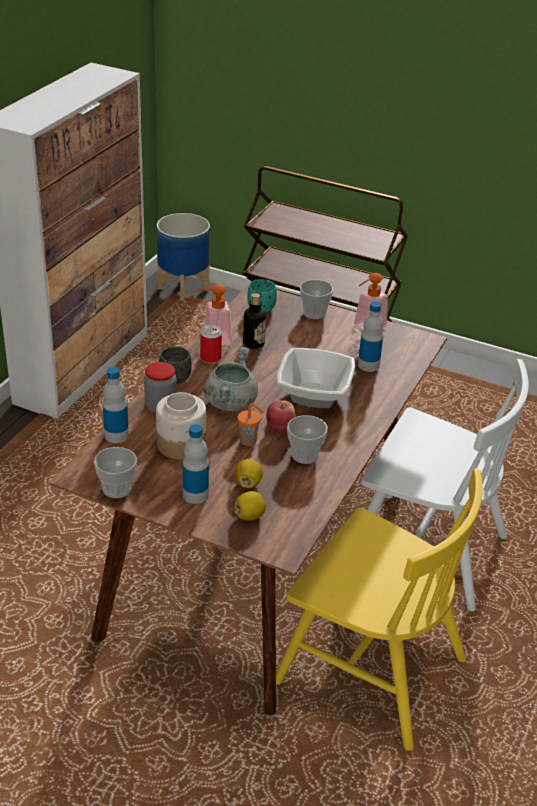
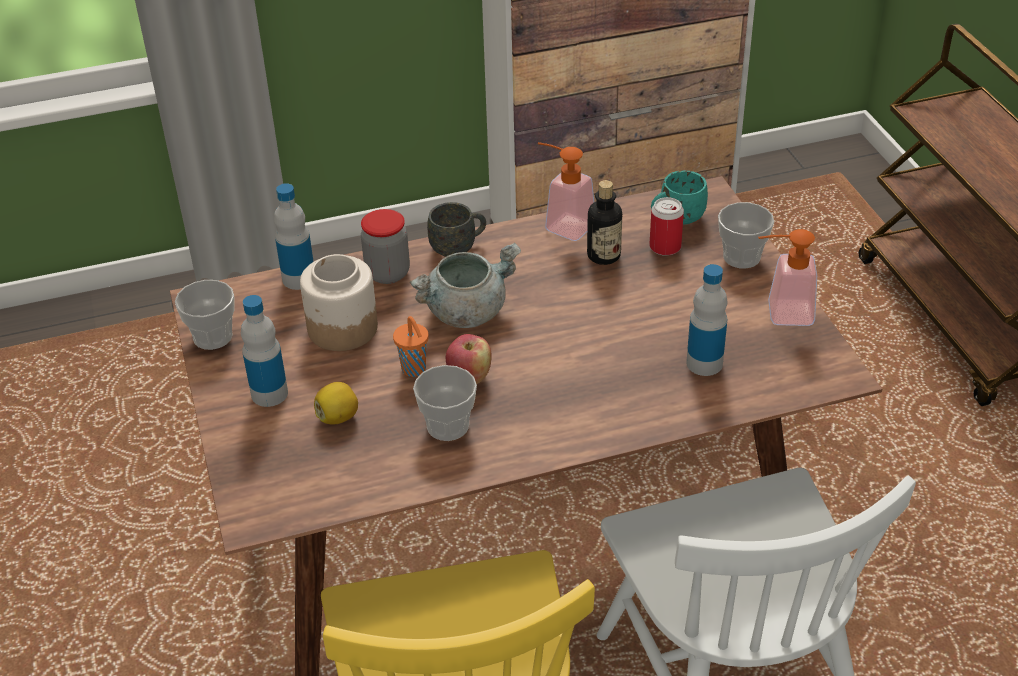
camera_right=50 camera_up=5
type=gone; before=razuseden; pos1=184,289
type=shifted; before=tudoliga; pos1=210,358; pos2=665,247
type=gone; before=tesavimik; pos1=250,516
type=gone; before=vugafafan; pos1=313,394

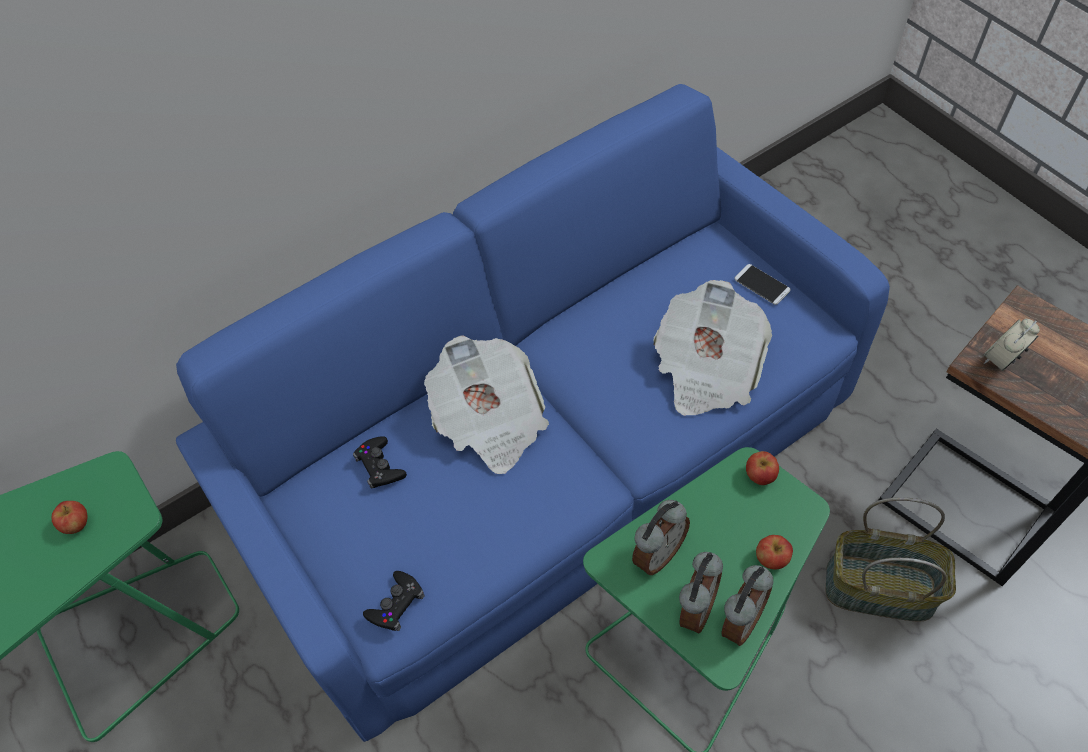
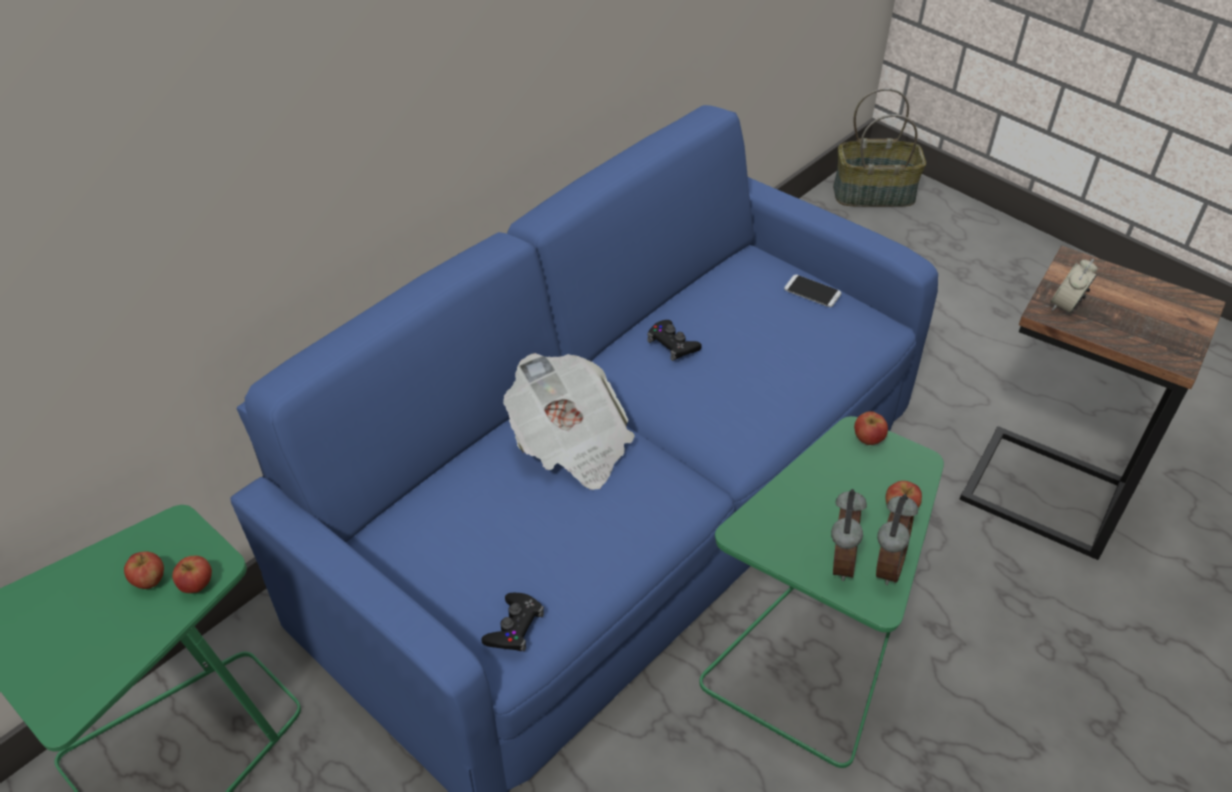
camera_right=-15 camera_up=-10
type=shifted; before=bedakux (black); pos1=380,466; pos2=672,344
type=gone; before=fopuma; pos1=657,553
type=gone; before=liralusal; pos1=706,369
type=shifted; before=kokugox; pos1=880,587; pos2=874,193
type=new; after=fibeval; pos2=197,585

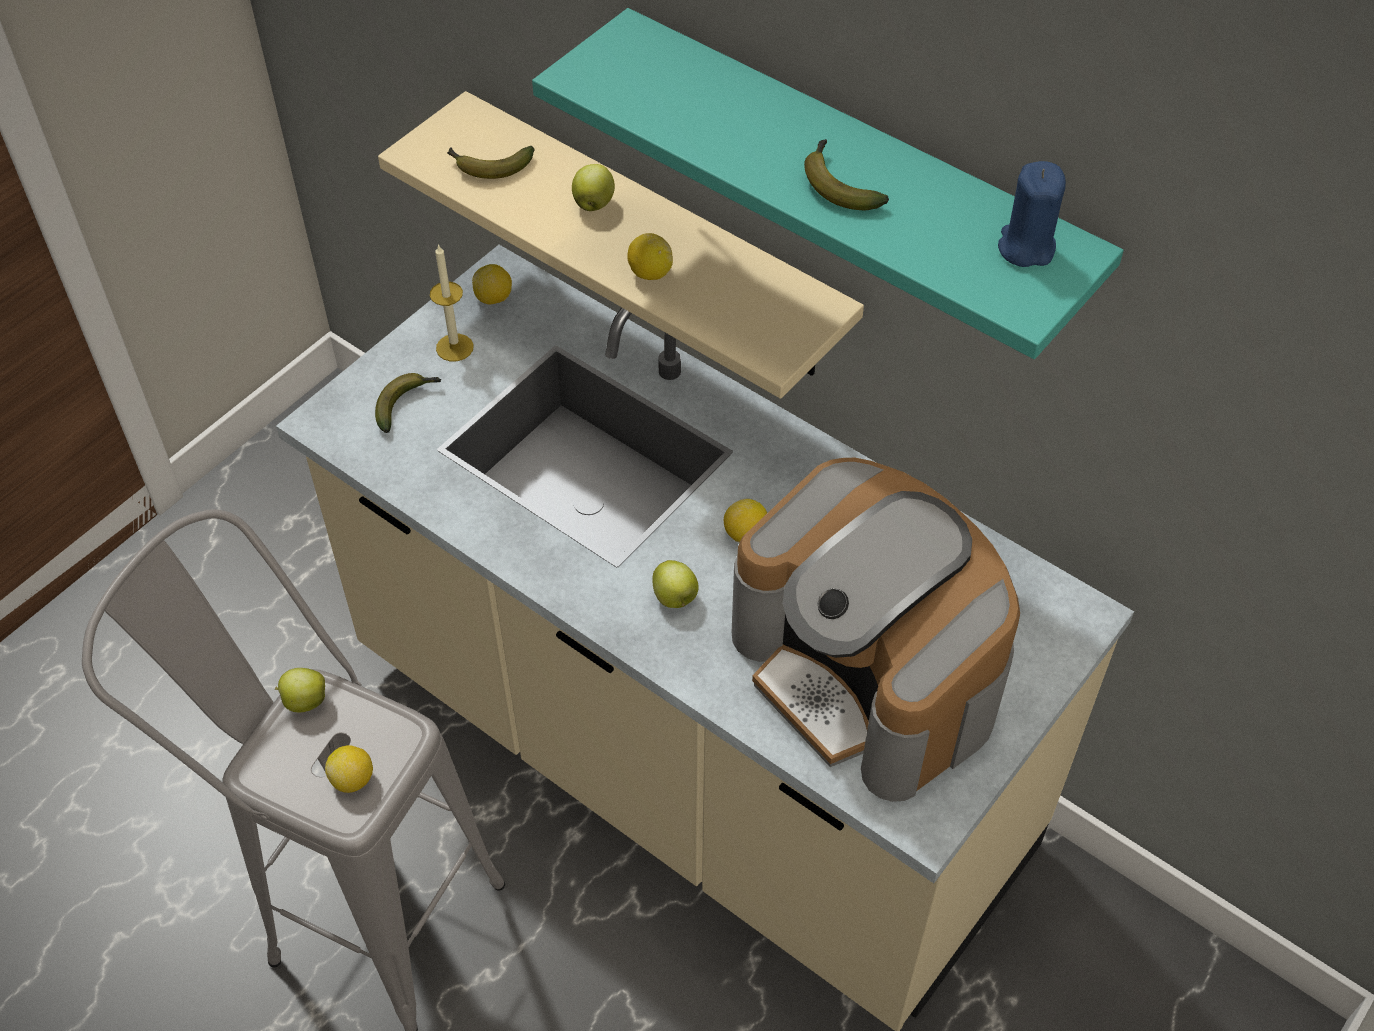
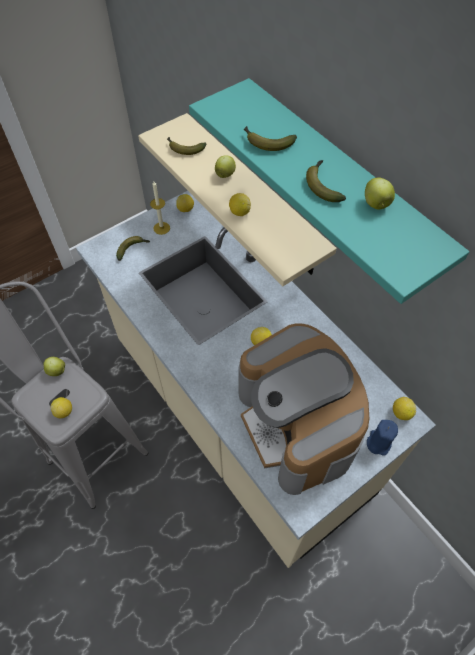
camera_right=15 camera_up=5
type=shifted; before=fibeval; pos1=675,598; pos2=376,205
type=shifted; before=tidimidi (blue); pos1=1026,247; pos2=378,443
type=new; after=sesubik; pos2=266,143
type=new; after=tesavimik; pos2=401,413

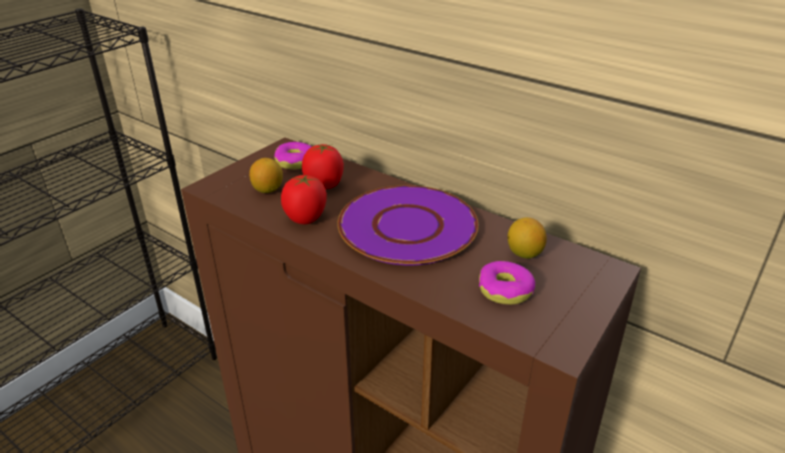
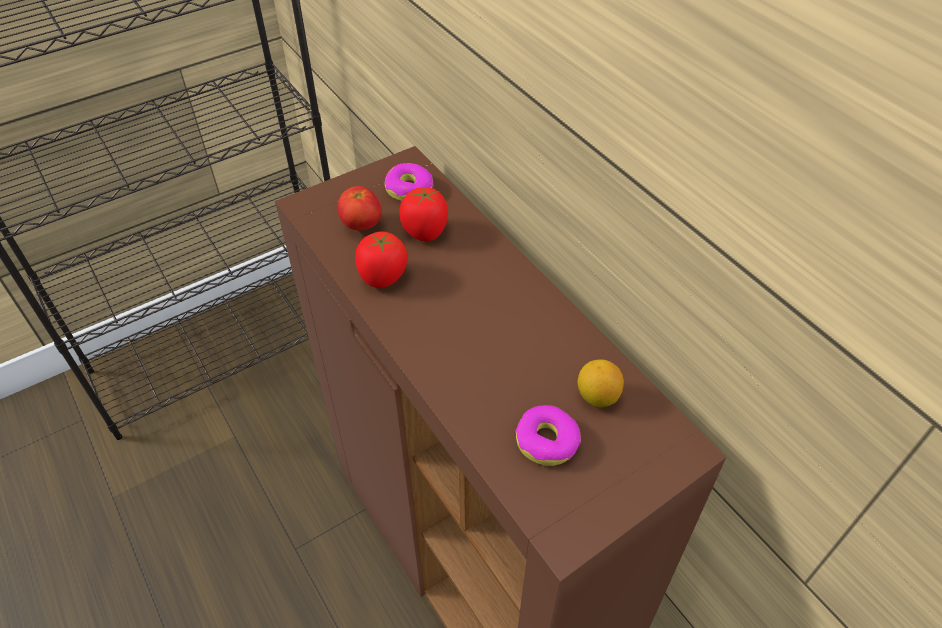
camera_right=20 camera_up=15
type=swapped; before=tesavimik; after=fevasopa; pos1=268,189; pos2=361,225
type=gone; before=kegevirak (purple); pos1=408,226

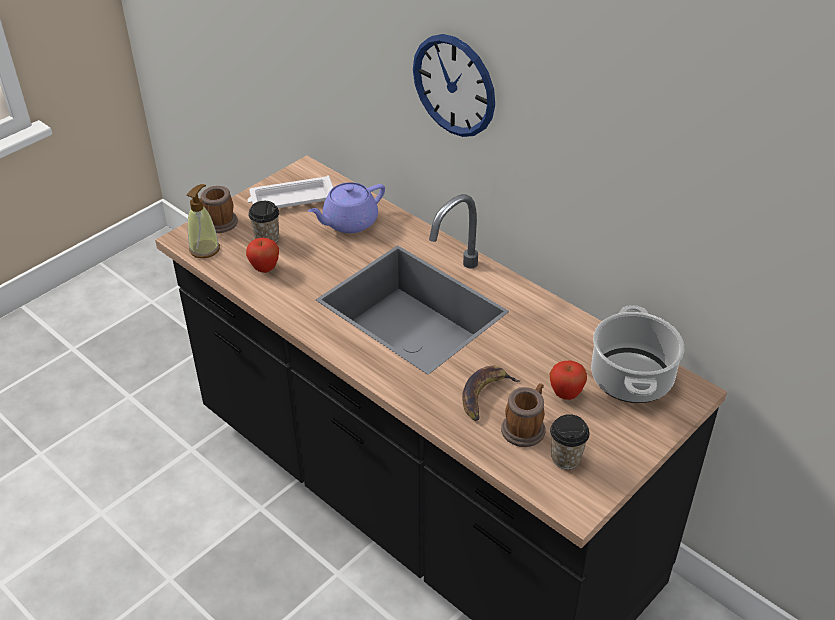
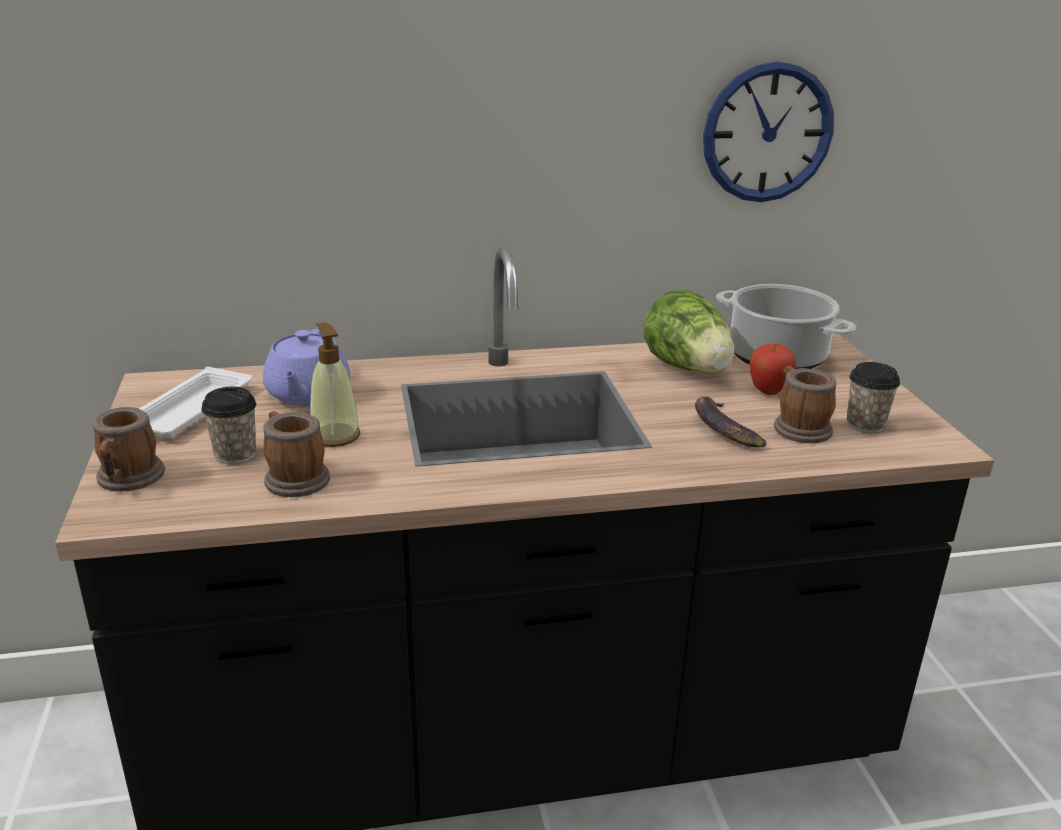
camera_right=-55 camera_up=-15
type=shifted; before=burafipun; pos1=205,249; pos2=335,436
type=swapped; before=fibeval; after=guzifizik; pos1=264,269; pos2=293,478
type=shifted; before=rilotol; pos1=454,85; pos2=767,133
type=new; after=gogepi; pos2=688,369

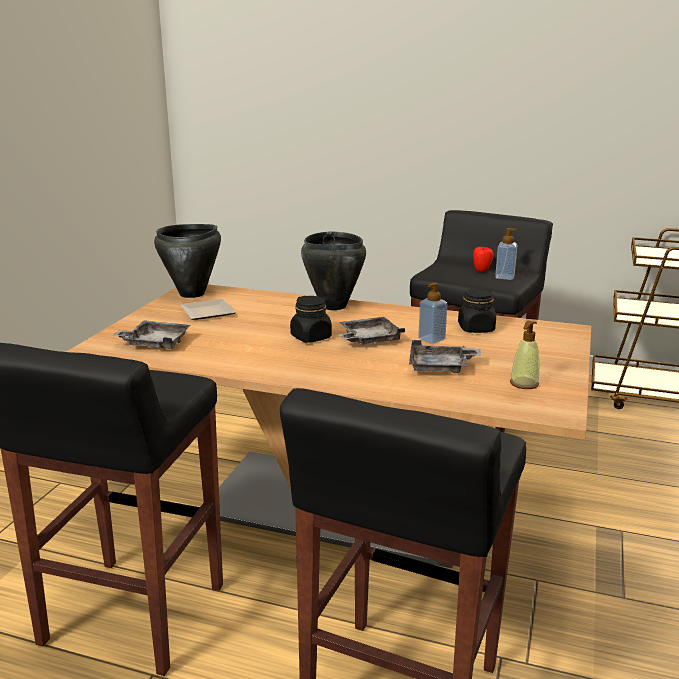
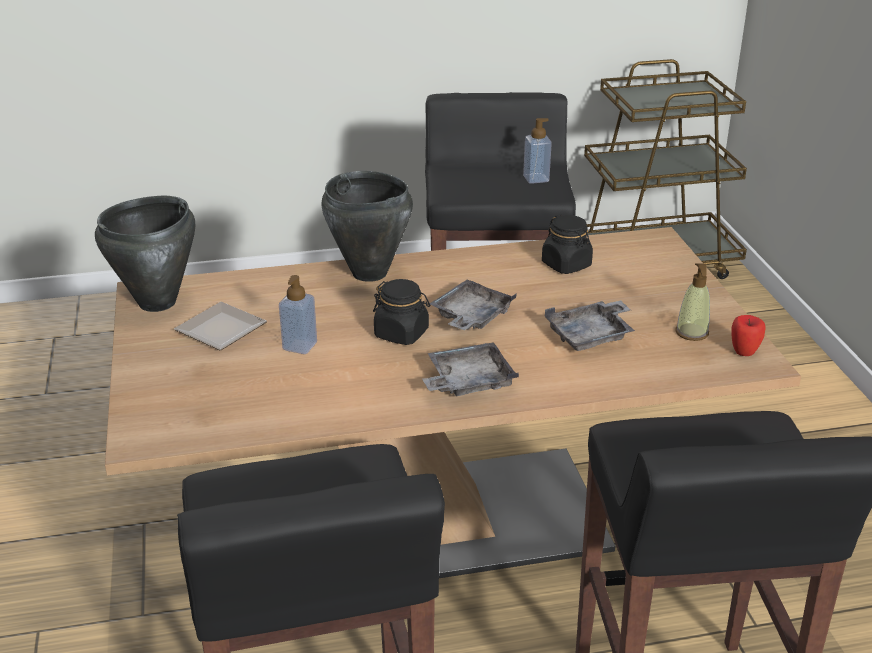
camera_right=-30 camera_up=10
type=shifted; before=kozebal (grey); pos1=155,343; pos2=468,381
type=shifted; before=burafipun; pos1=431,339; pos2=300,346
type=shifted; before=fibeval; pos1=481,270; pos2=744,352

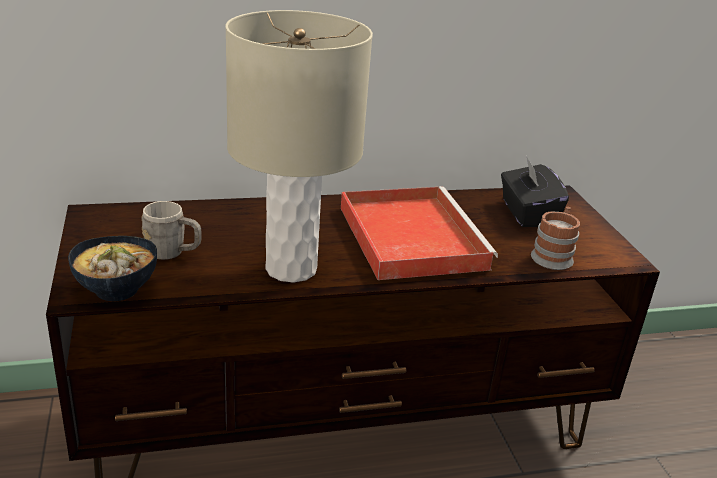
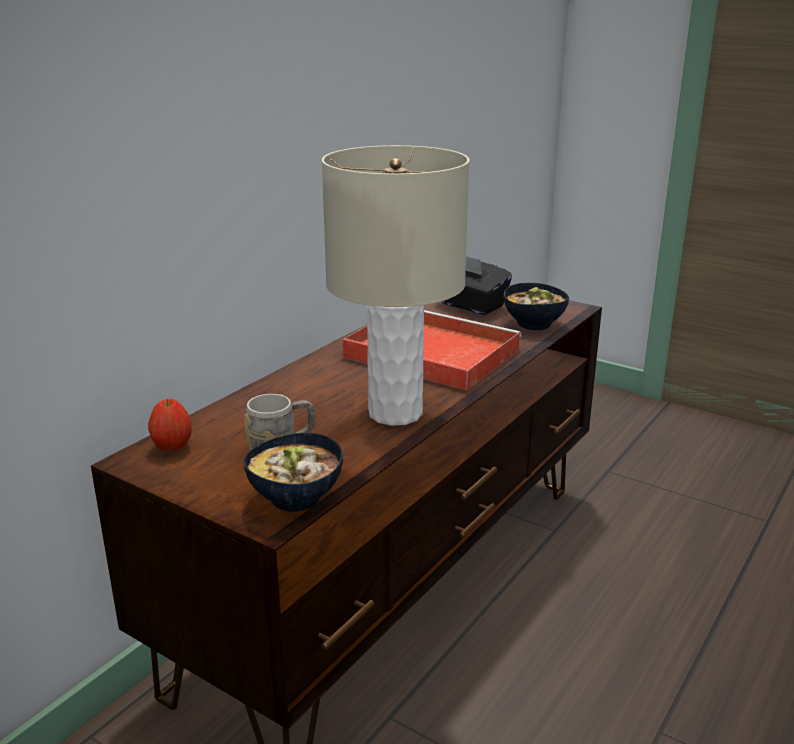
camera_right=-40 camera_up=-5
type=swapped; before=guzifizik; after=vugafafan; pos1=553,255; pos2=534,324
type=new; after=fibeval; pos2=172,447

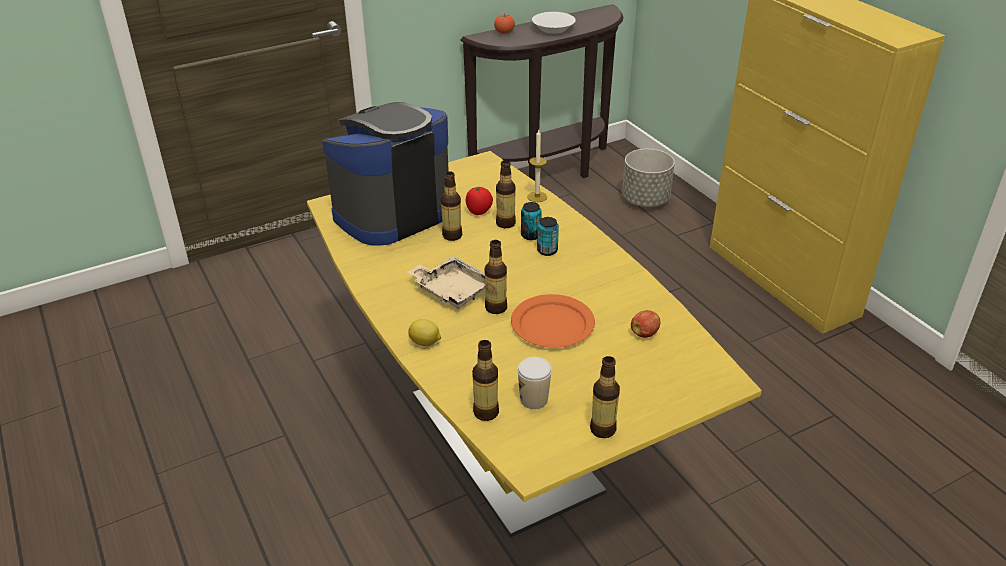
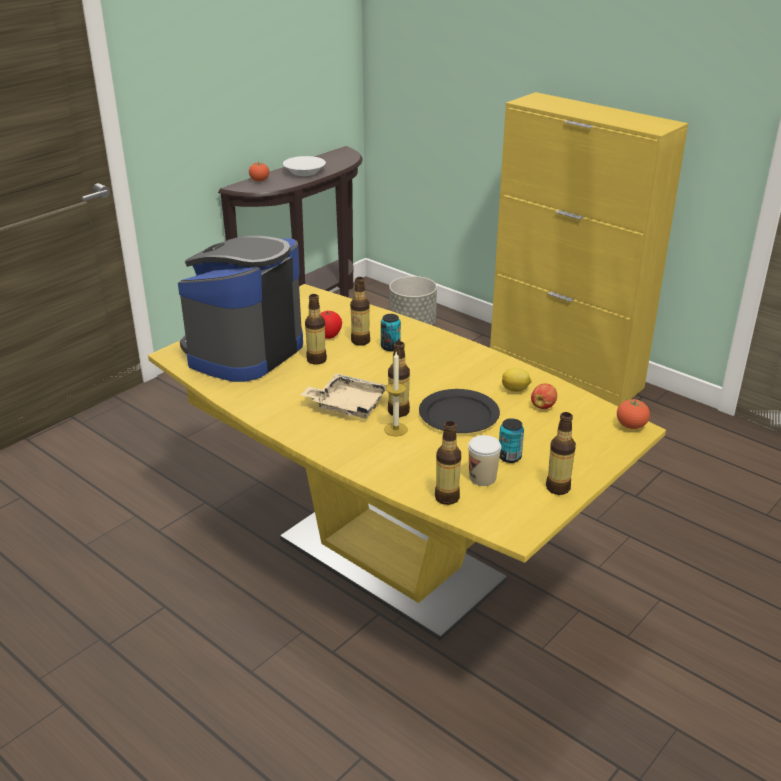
camera_right=-20 camera_up=-5
type=shifted; before=tesavimik; pos1=425,343; pos2=515,390
type=repainted; before=kegevirak (orange); after=kegevirak (black); pos1=553,324; pos2=459,415
type=shifted; before=tidimidi; pos1=537,197; pos2=395,429
type=shifted; before=tudoliga; pos1=547,251; pos2=509,457
type=new; after=fevasopa; pos2=631,426

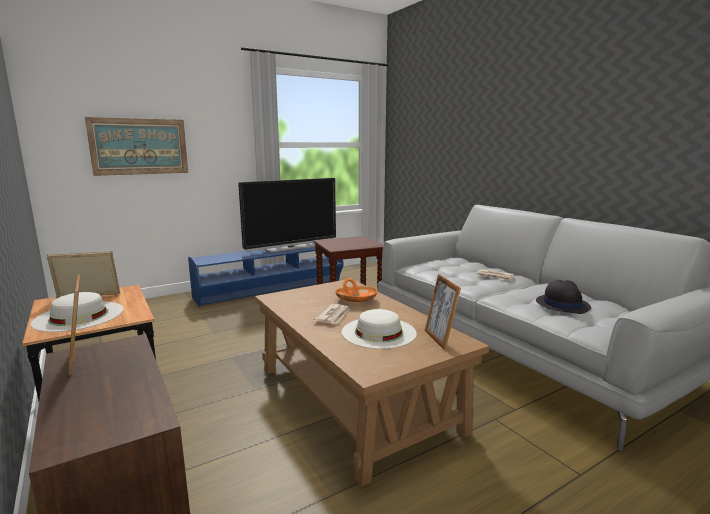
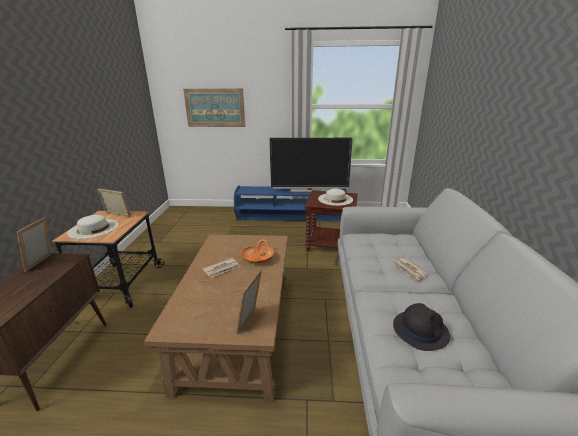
camera_right=35 camera_up=10
type=shifted; before=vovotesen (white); pos1=378,332; pos2=335,199

